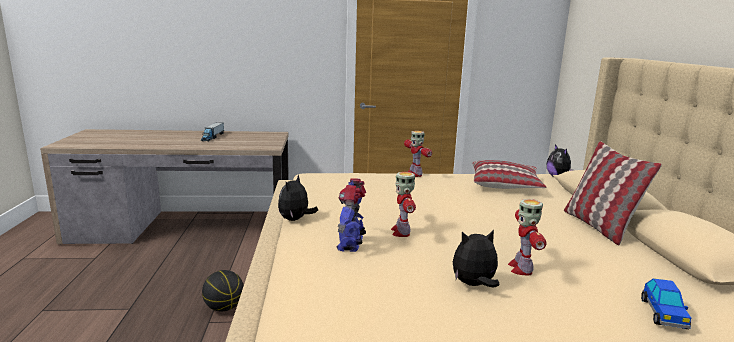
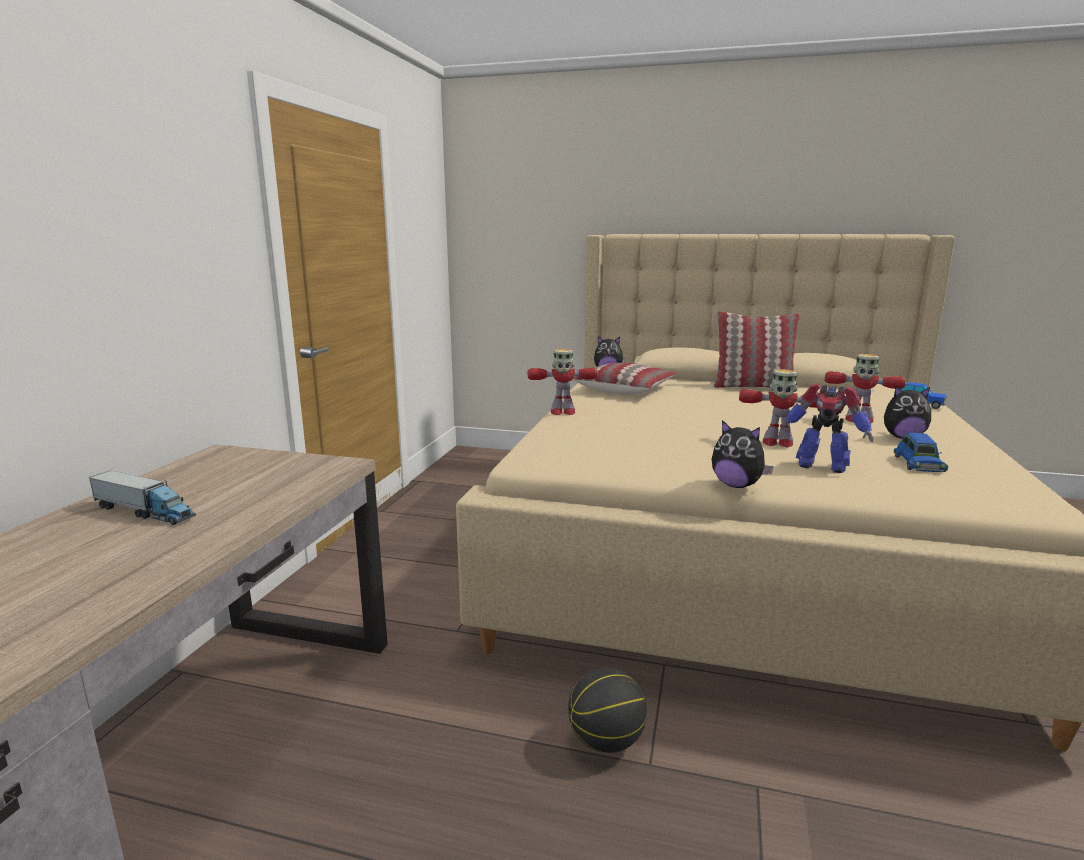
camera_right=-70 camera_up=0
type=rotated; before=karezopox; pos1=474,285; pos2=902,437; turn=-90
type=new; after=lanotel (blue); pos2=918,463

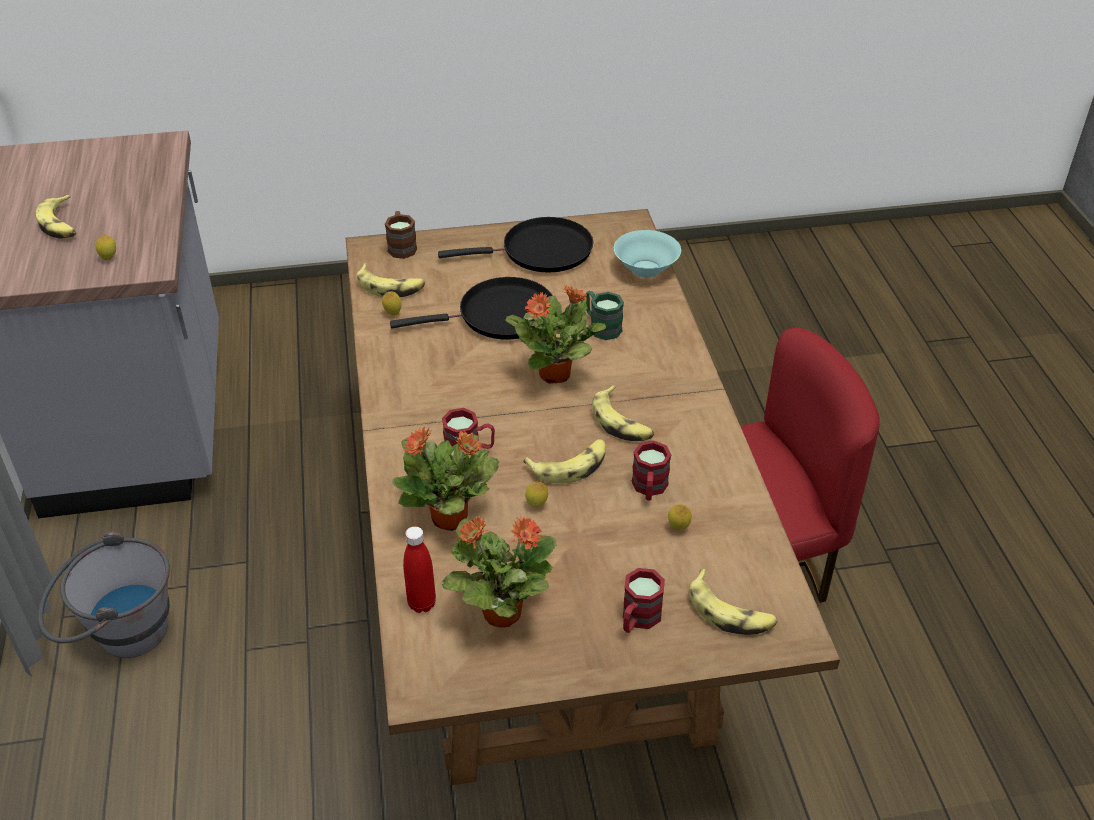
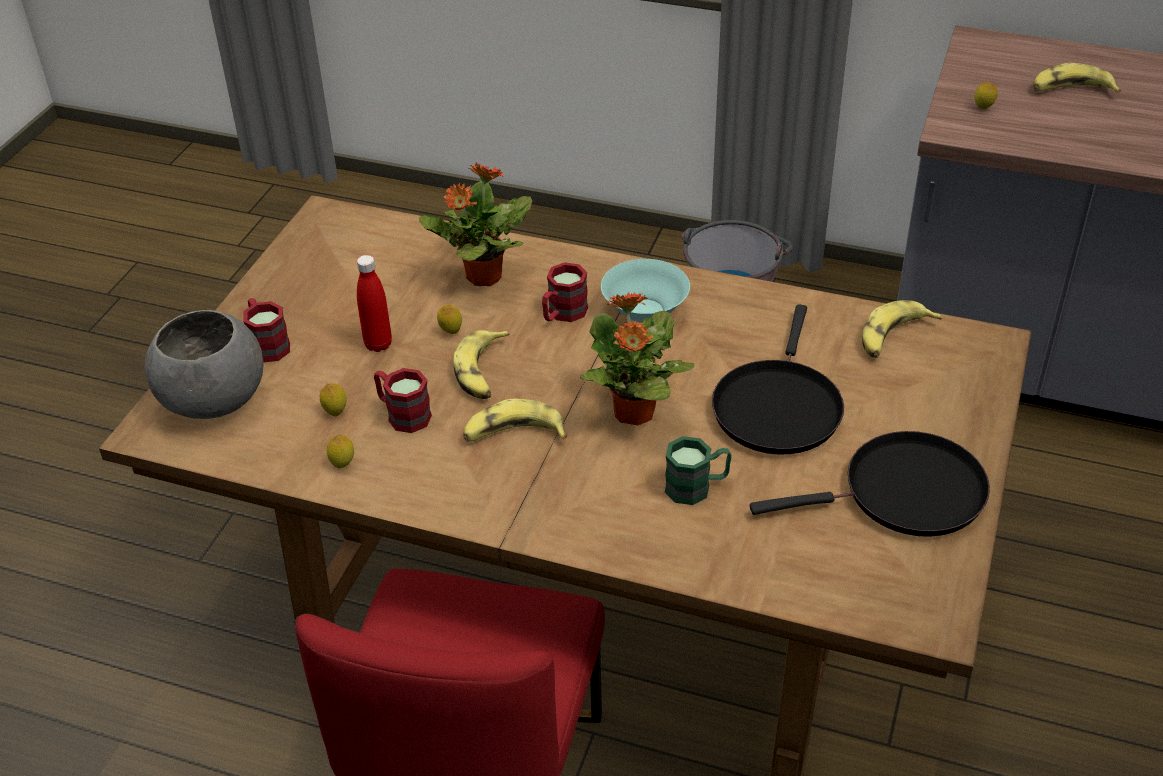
camera_right=120 camera_up=0
type=shifted; before=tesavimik; pos1=393,313; pos2=343,464
type=gone; before=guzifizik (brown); pos1=401,246
type=shifted; before=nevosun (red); pos1=422,603; pos2=378,344
type=rotated; before=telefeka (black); pos1=541,251; pos2=904,493; turn=-120
type=gone; before=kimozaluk; pos1=500,612
type=shifted; before=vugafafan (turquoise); pos1=645,269; pos2=646,311
type=swapped; before=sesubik; after=vugafafan (grey); pos1=730,612; pos2=214,402

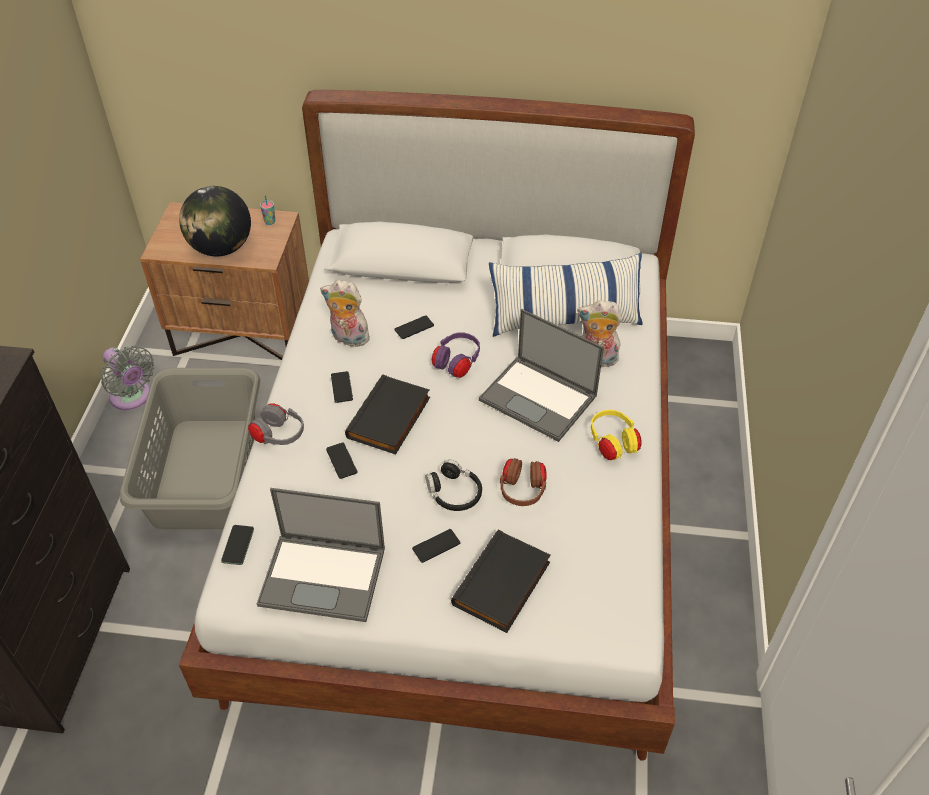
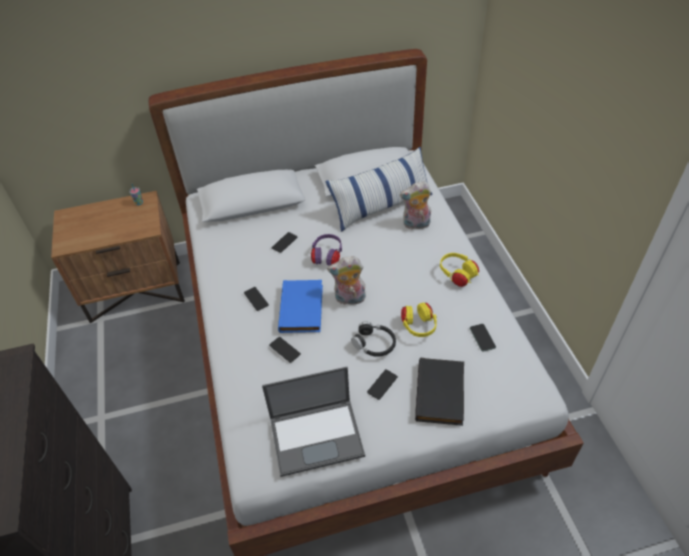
camera_right=-20 camera_up=0
type=gone; before=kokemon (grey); pos1=132,397
type=gone; before=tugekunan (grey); pos1=207,472
type=gone; before=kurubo; pos1=221,248
type=shifted; before=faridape; pos1=238,545; pos2=482,338
type=gone; before=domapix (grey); pos1=278,436
type=shifted; before=karezopox; pos1=348,339; pos2=349,299
type=repainted; before=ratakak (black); after=ratakak (blue); pos1=390,418; pos2=303,309
type=gone; before=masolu; pos1=539,398
type=repainted; before=domapix (brown); after=domapix (yellow); pos1=522,491; pos2=418,326

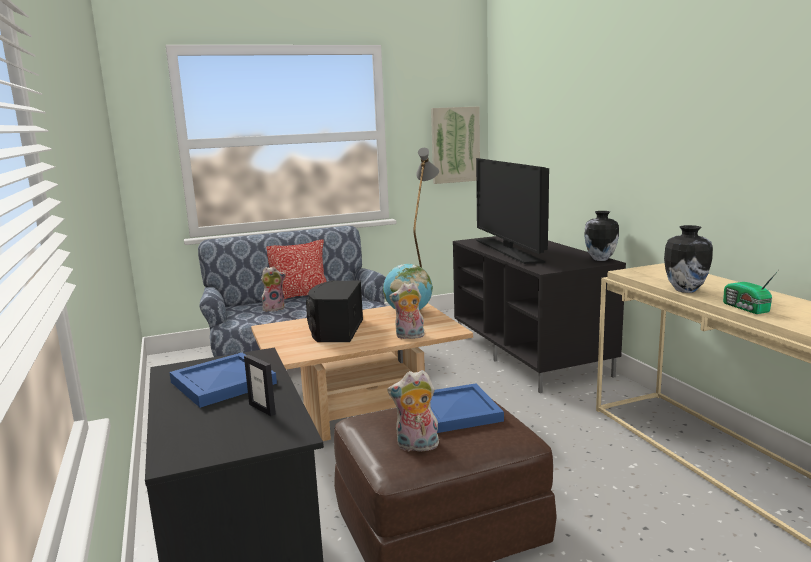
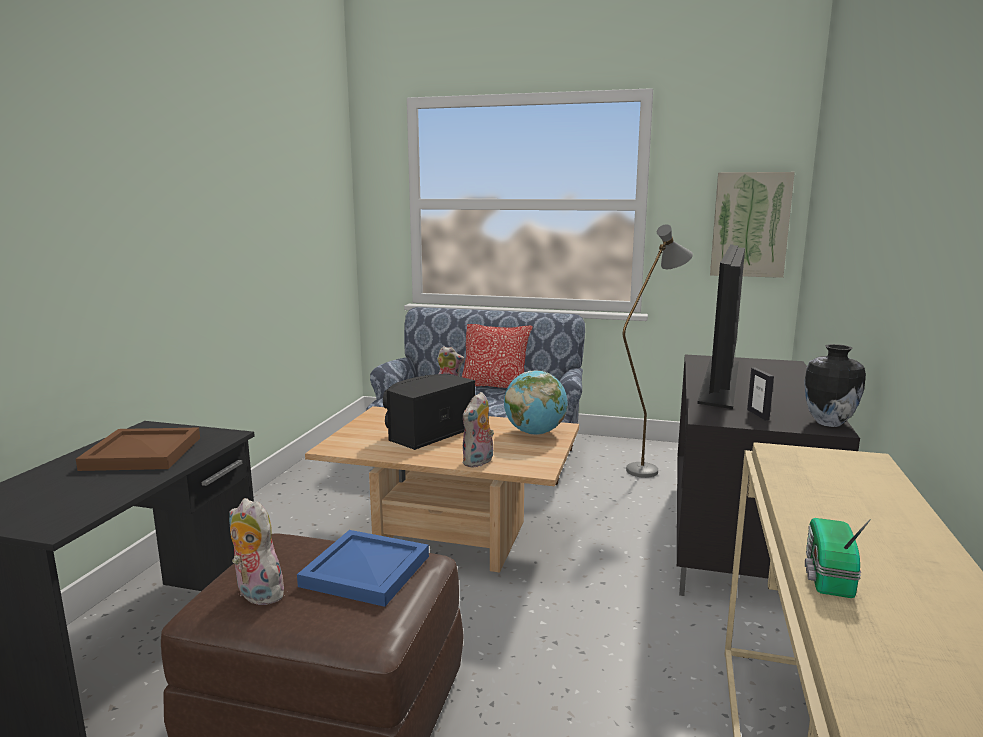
camera_right=35 camera_up=0
type=repainted; before=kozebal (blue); after=kozebal (brown); pos1=222,383; pos2=140,454
type=shifted; before=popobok; pos1=262,409; pos2=758,415
type=rotated; before=karezopox; pos1=409,337; pos2=479,462; turn=-90
type=gone; before=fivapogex; pos1=685,290

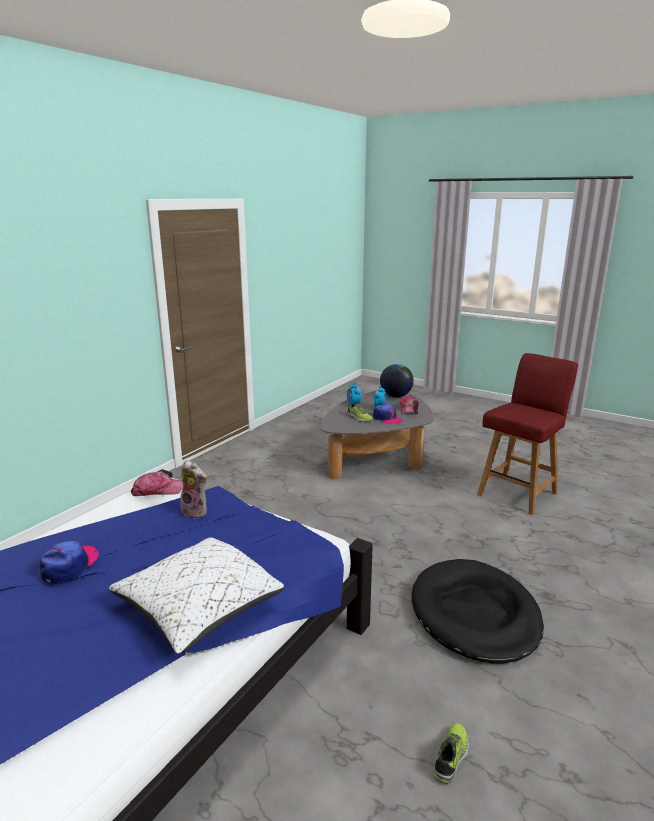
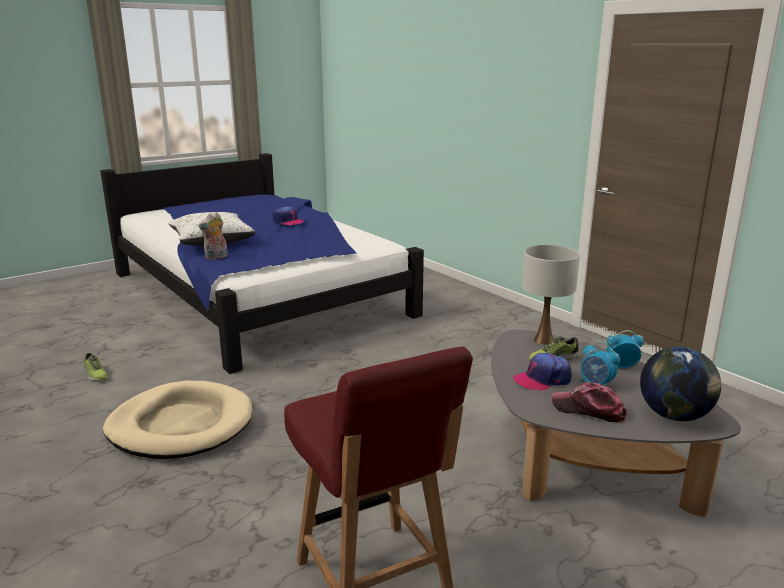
camera_right=110 camera_up=0
type=gone; before=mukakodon; pos1=158,490
type=shifted; before=karezopox; pos1=196,511; pos2=216,257
type=repainted; before=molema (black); after=molema (beige); pos1=474,614; pos2=181,425
type=new; after=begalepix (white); pos2=544,340

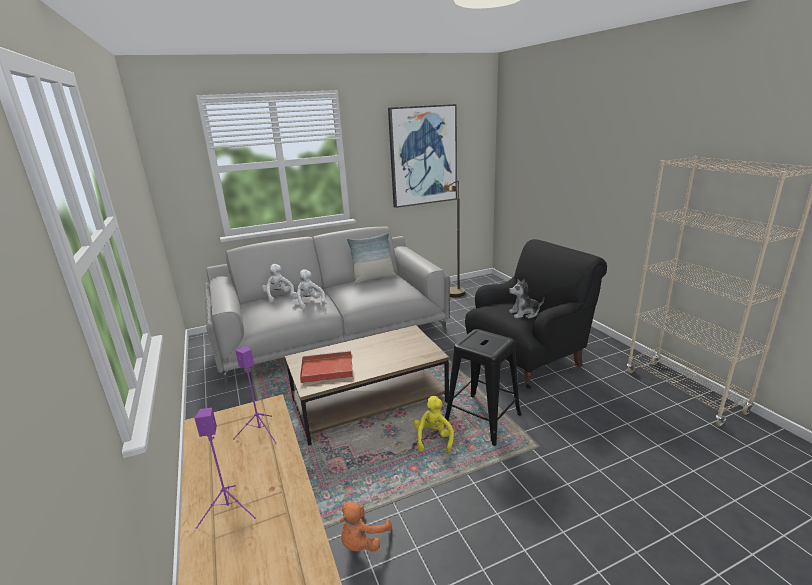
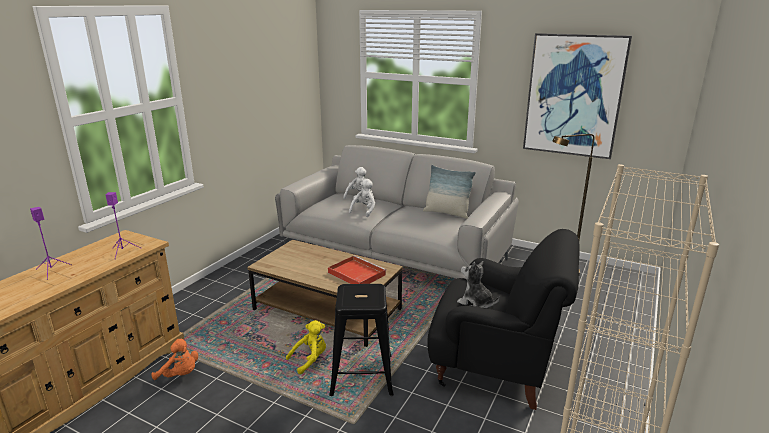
camera_right=50 camera_up=0
type=shifted; before=kozebal (red); pos1=326,369; pos2=355,273
type=rotated; before=karezopox (orange); pos1=363,541; pos2=180,375; turn=-150

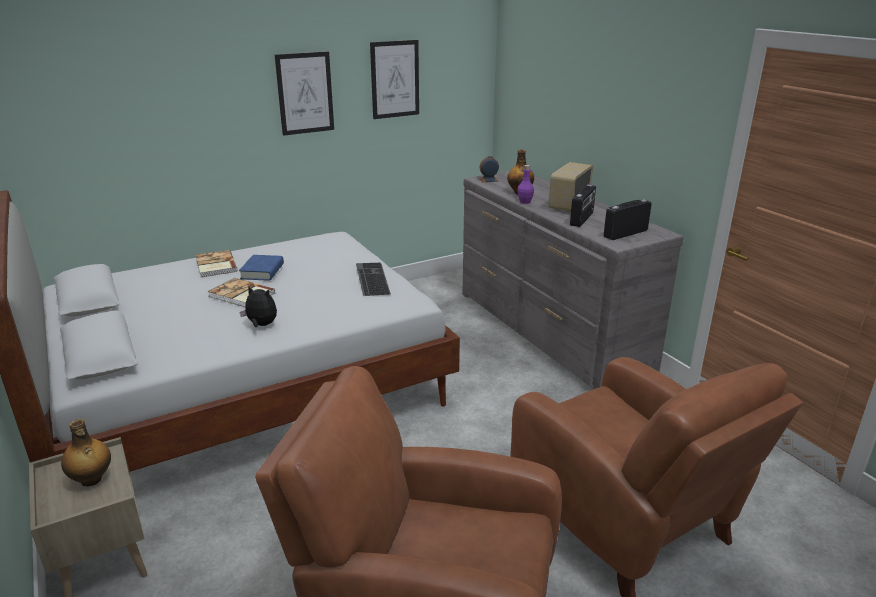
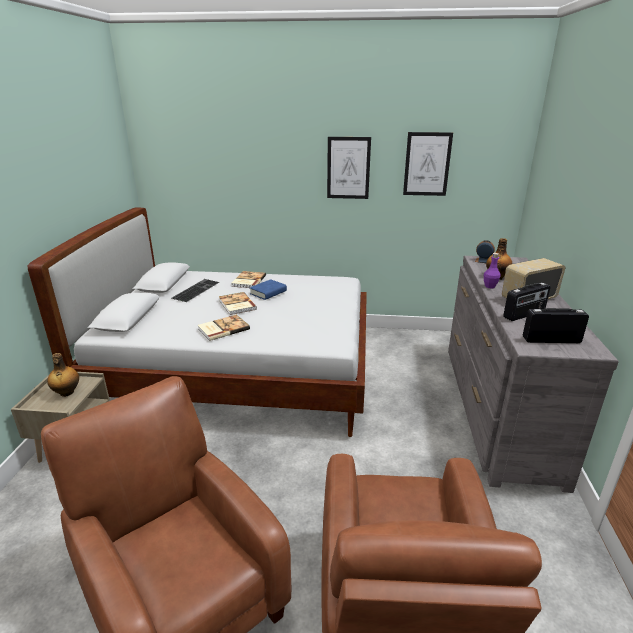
camera_right=35 camera_up=0
type=swapped; before=karezopox; after=ratakak; pos1=261,325; pos2=223,329
type=shifted; before=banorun; pos1=370,278; pos2=195,290

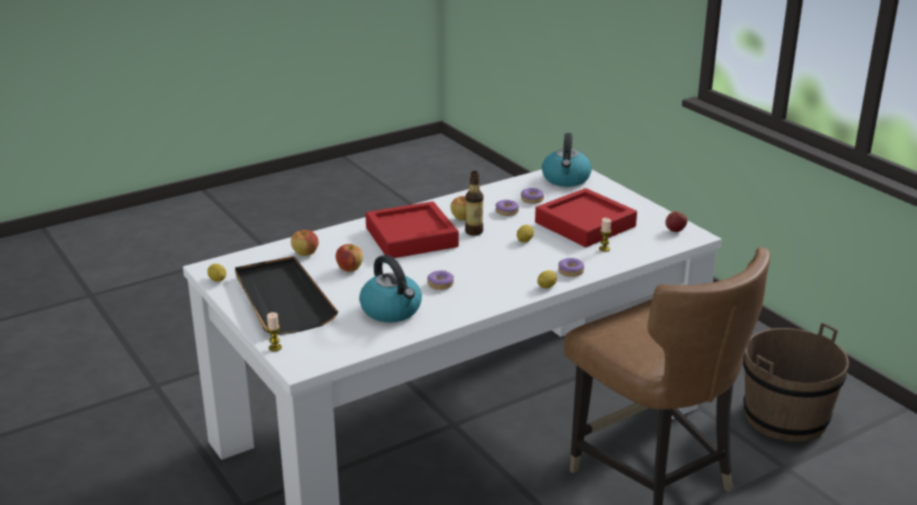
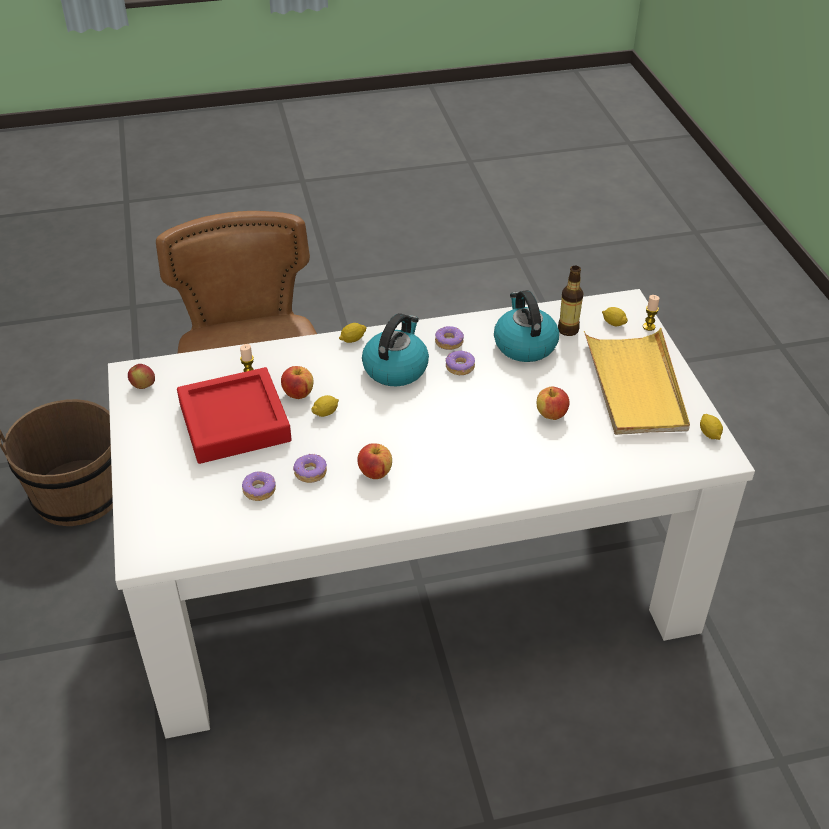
camera_right=-160 camera_up=15
type=repainted; before=kozebal (black); after=kozebal (yellow); pos1=282,299; pos2=635,386
type=shifted; before=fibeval; pos1=305,254; pos2=298,393
type=gone; before=kozebal (red); pos1=411,237
type=shifted; before=nevosun; pos1=474,232; pos2=568,330
type=shifted; before=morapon; pos1=566,179; pos2=395,368
type=shifted; before=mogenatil; pos1=571,272; pos2=449,342
type=new; after=tesavimik; pos2=613,323

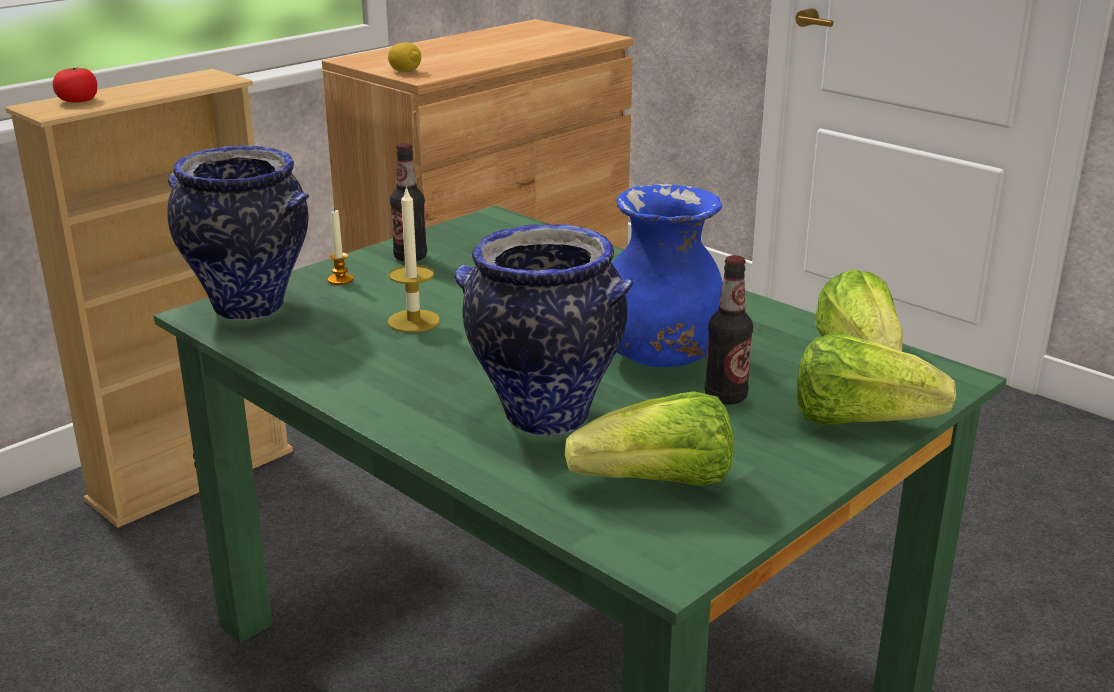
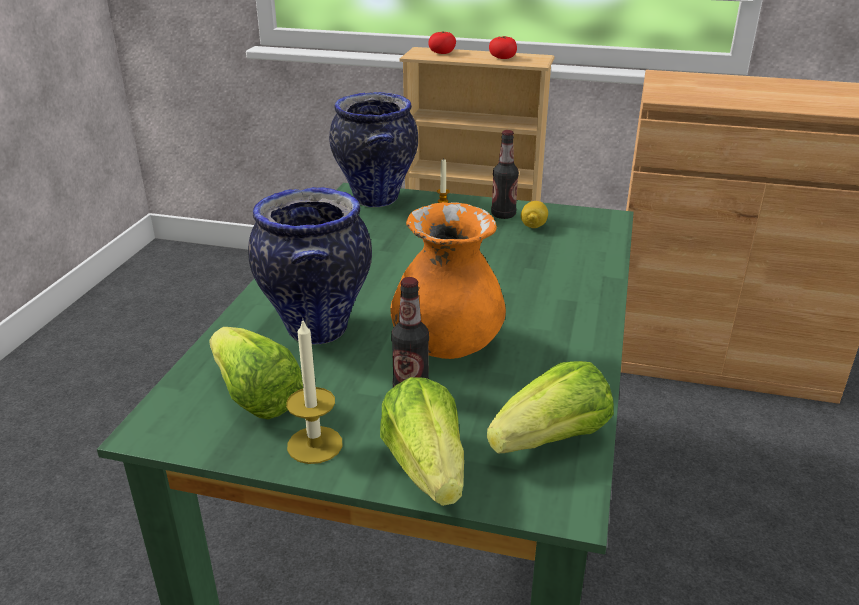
camera_right=60 camera_up=5
type=shifted; before=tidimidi; pos1=413,321; pos2=315,445
type=shifted; before=tesavimik; pos1=405,71; pos2=533,226
type=repainted; before=fivapogex (blue); after=fivapogex (orange); pos1=659,359; pos2=446,345
type=new; after=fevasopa; pos2=502,58

